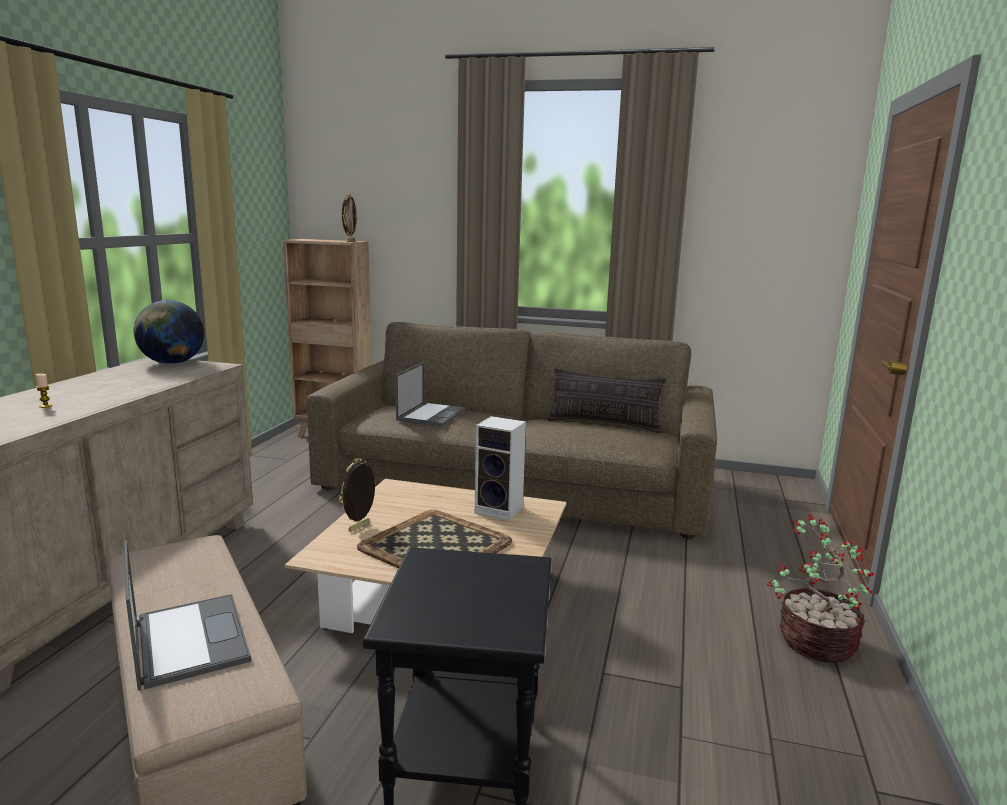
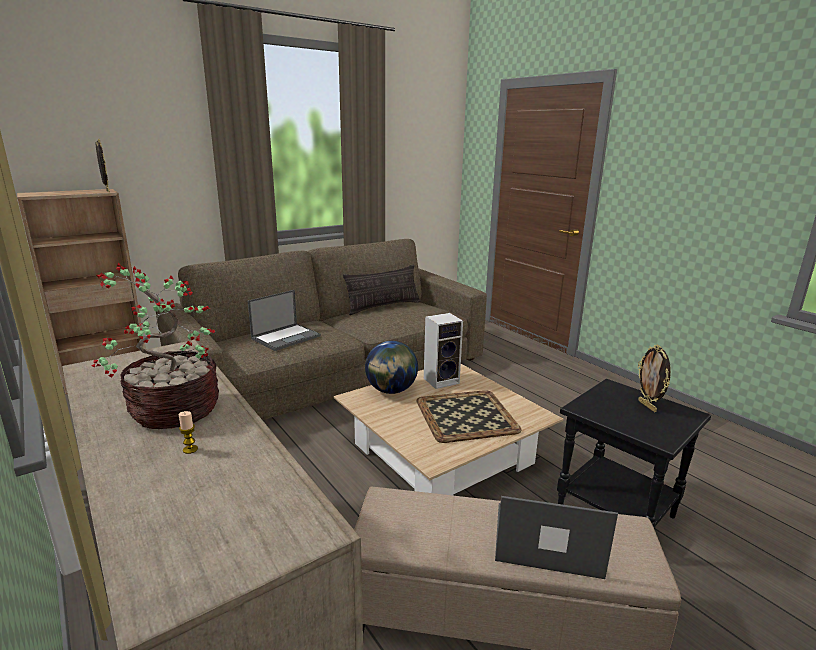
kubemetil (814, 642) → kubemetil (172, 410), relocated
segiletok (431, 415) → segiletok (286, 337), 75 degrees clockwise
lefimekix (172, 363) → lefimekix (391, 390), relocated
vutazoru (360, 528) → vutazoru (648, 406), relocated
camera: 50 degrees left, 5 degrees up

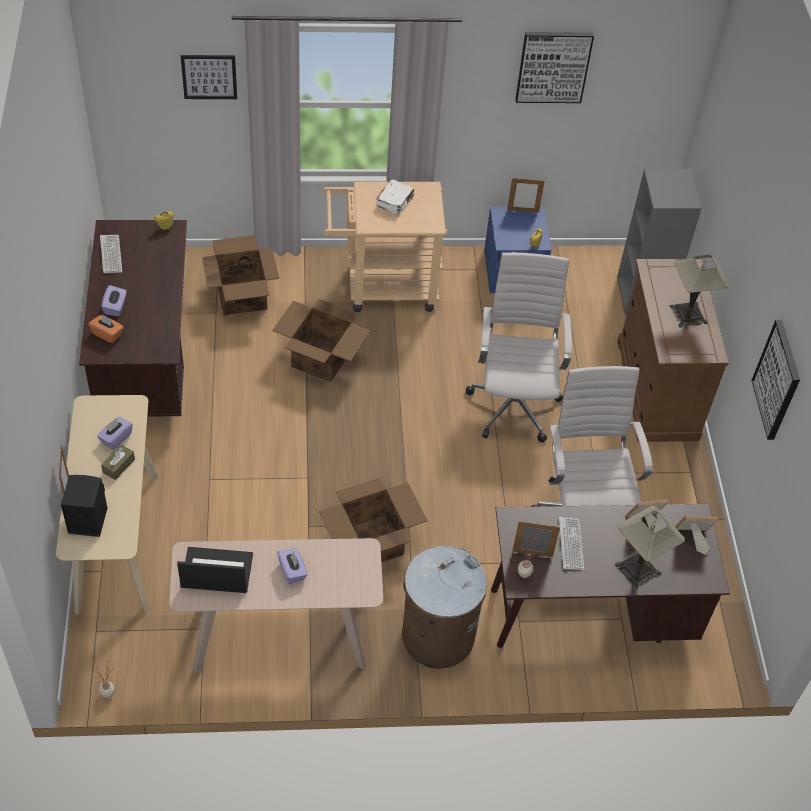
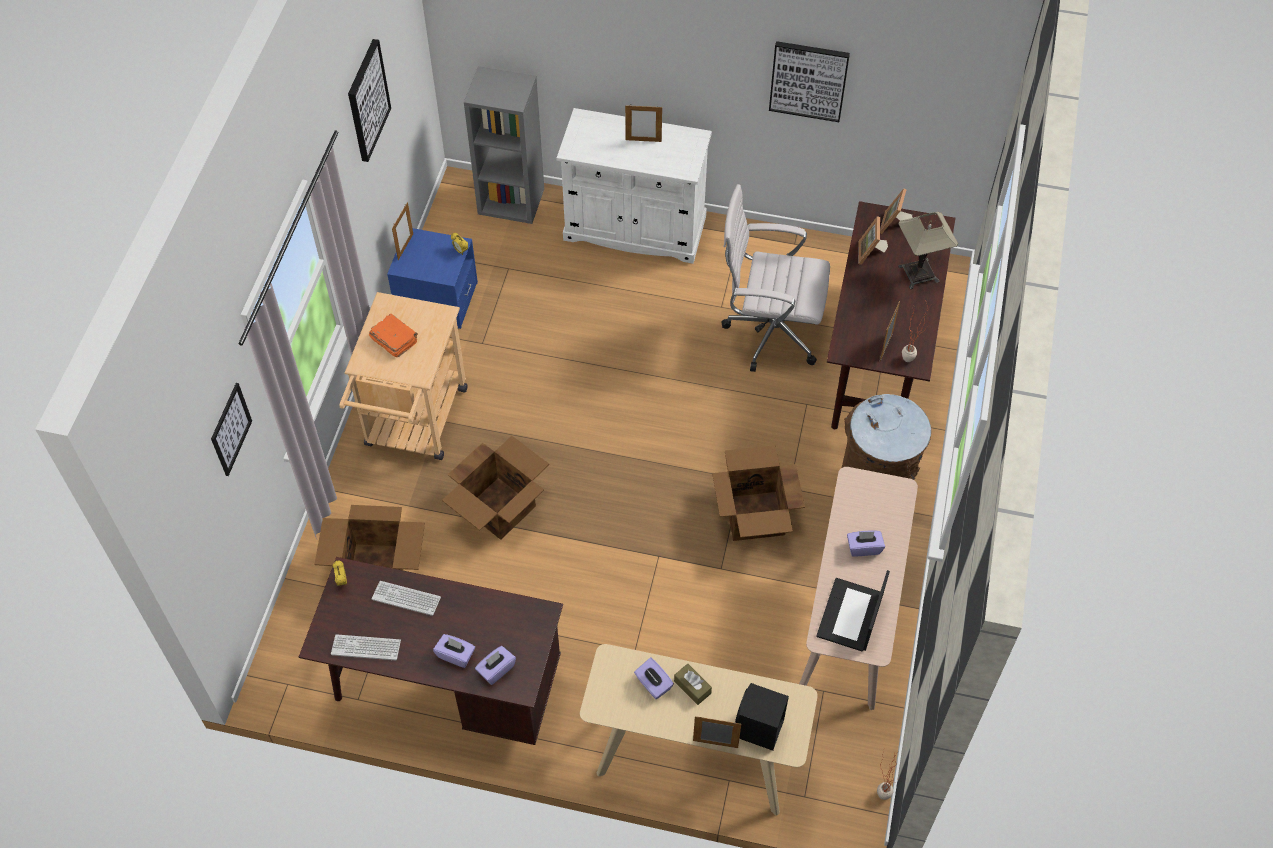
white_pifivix (395, 202) → orange_pifivix (394, 340)
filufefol (571, 544) → filufefol (406, 598), relocated
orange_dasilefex (107, 334) → purple_dasilefex (496, 670)
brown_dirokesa (656, 389) → white_dirokesa (634, 228)
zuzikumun (688, 314) → vutazoru (643, 140)
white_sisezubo (514, 403) → -
camera: 70 degrees left, 5 degrees up

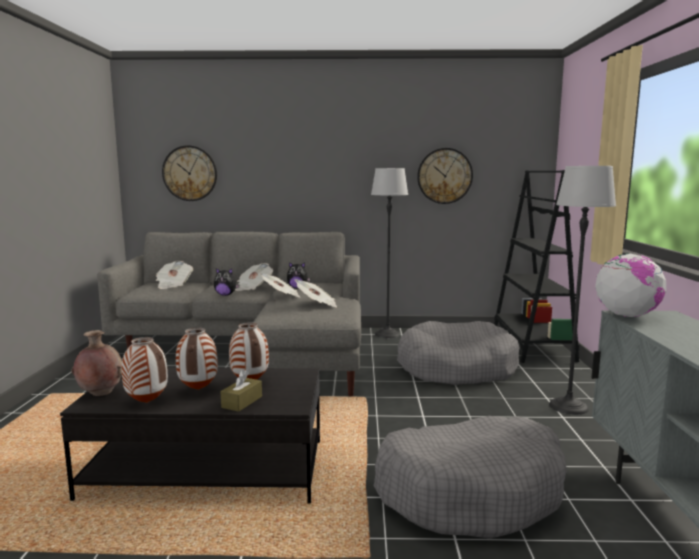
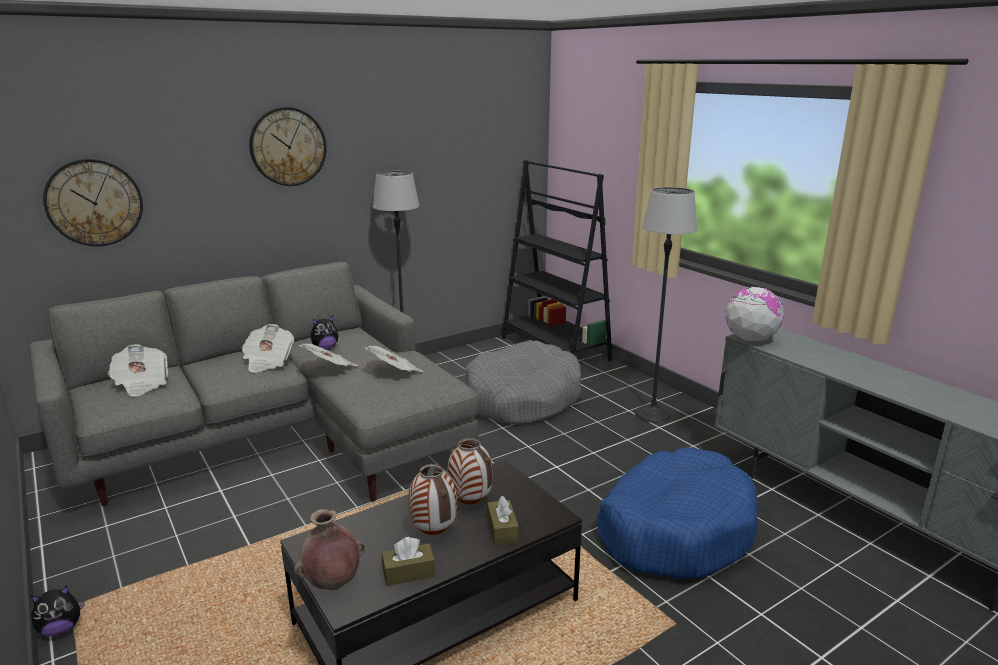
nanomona (226, 295) → nanomona (61, 629), relocated
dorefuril (444, 176) → dorefuril (288, 147), relocated
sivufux (146, 402) → brown_dasilefex (408, 573)
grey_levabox (470, 492) → blue_levabox (675, 529)
camera: 35 degrees left, 10 degrees up

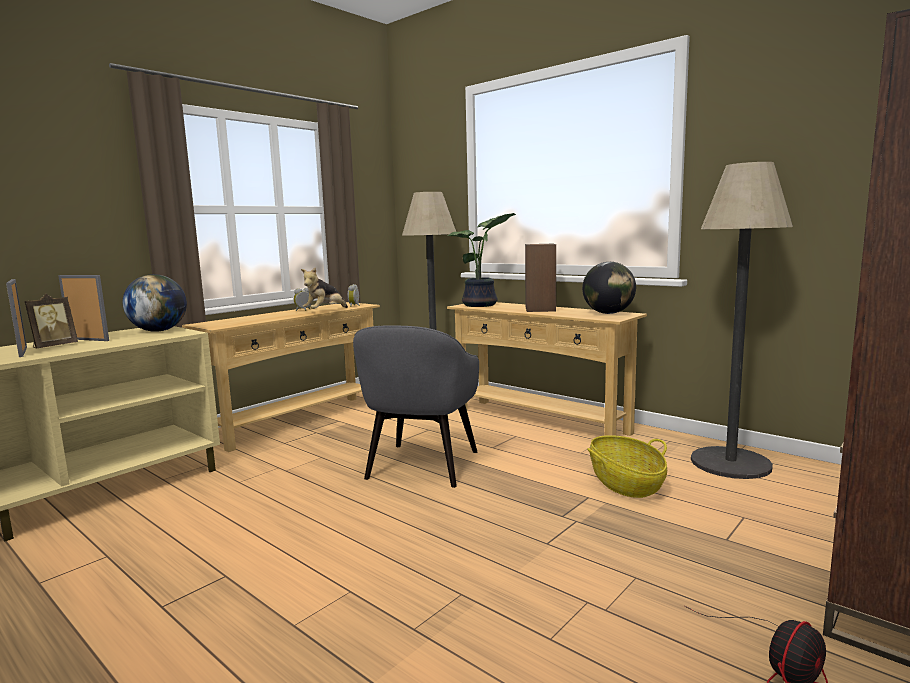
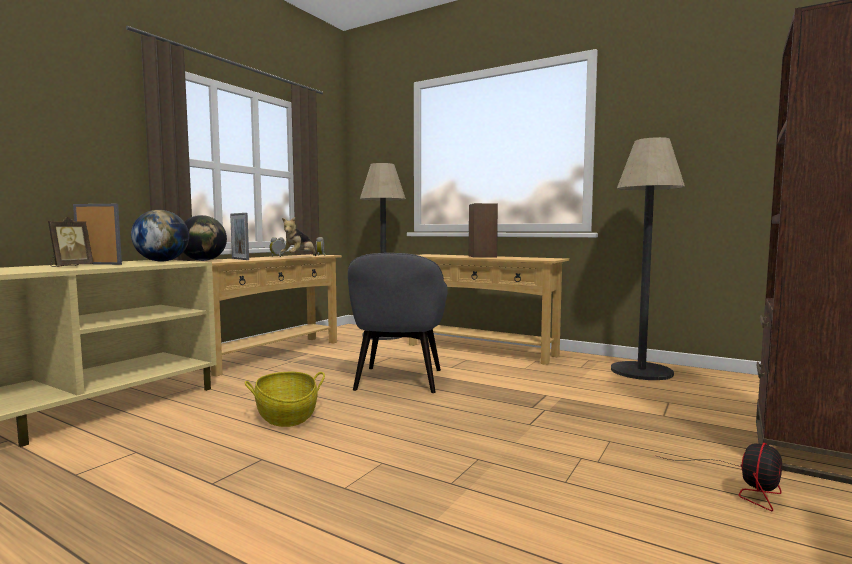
lefimekix (608, 313) → lefimekix (203, 260), relocated
vutazoru (23, 352) → vutazoru (240, 259), relocated
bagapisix (625, 483) → bagapisix (286, 415), relocated
kubemetil (482, 305) → -
camera: 10 degrees left, 5 degrees down

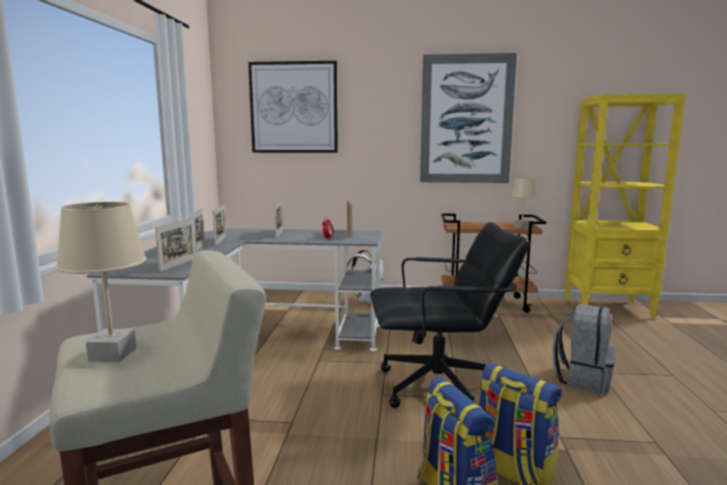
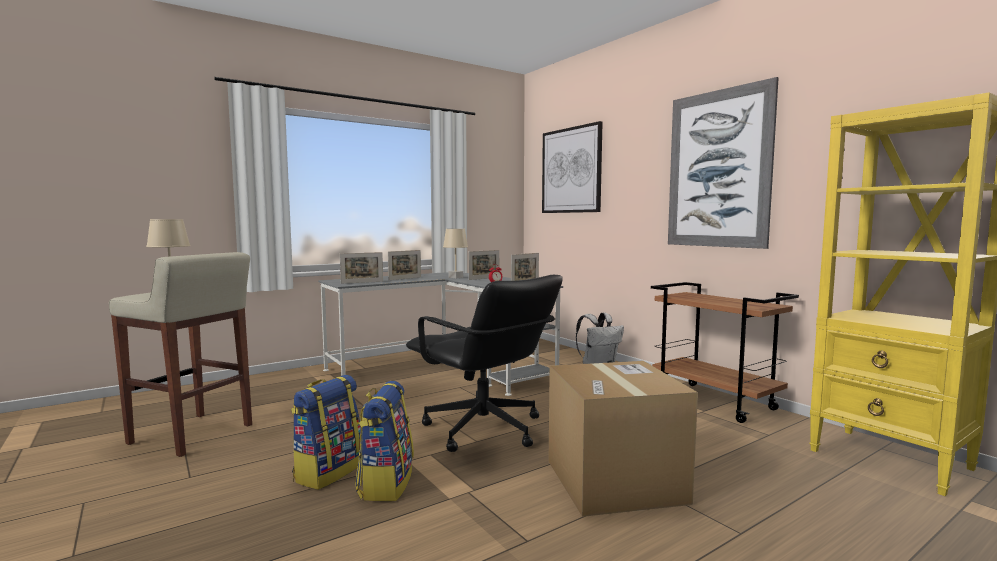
beige_zuzikumun (521, 227) → beige_zuzikumun (456, 277), relocated
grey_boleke (582, 379) → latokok (614, 481)
vutazoru (220, 241) → -
camera: 50 degrees right, 5 degrees down

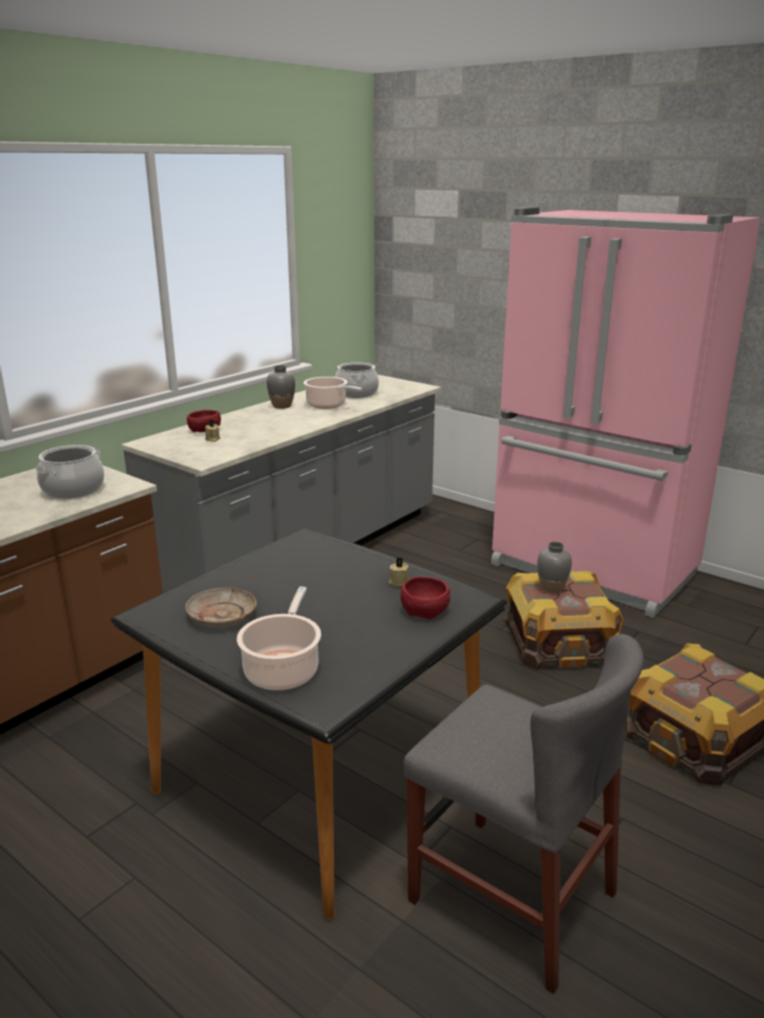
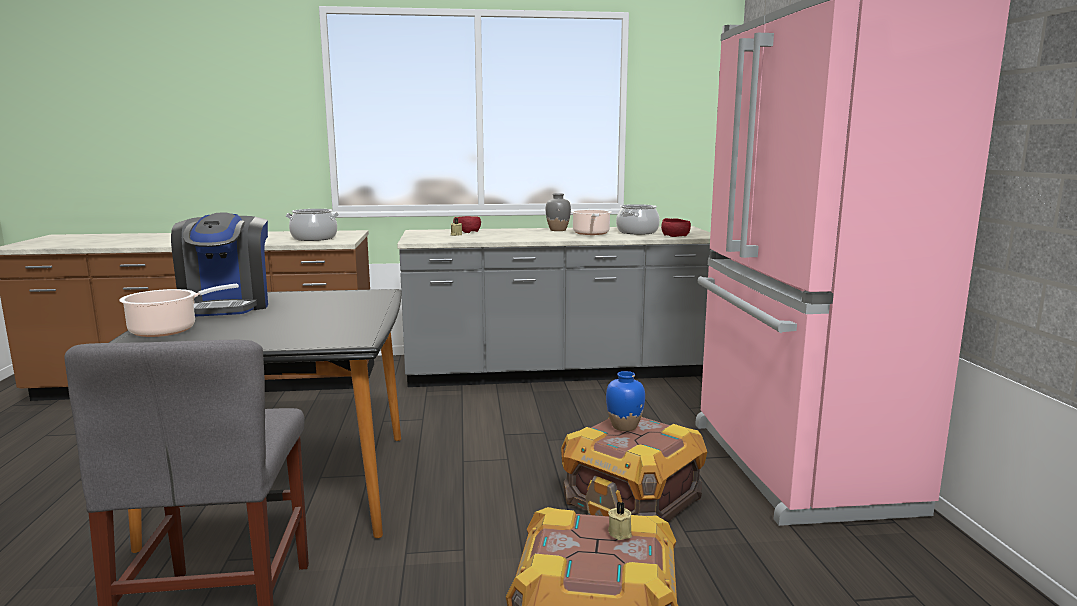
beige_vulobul (221, 616) → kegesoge (227, 305)
grey_sivufux (551, 587) → blue_sivufux (624, 426)
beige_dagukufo (399, 582) → beige_dagukufo (620, 532), relocated
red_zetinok (426, 610) → red_zetinok (676, 236), relocated
camera: 45 degrees right, 10 degrees down

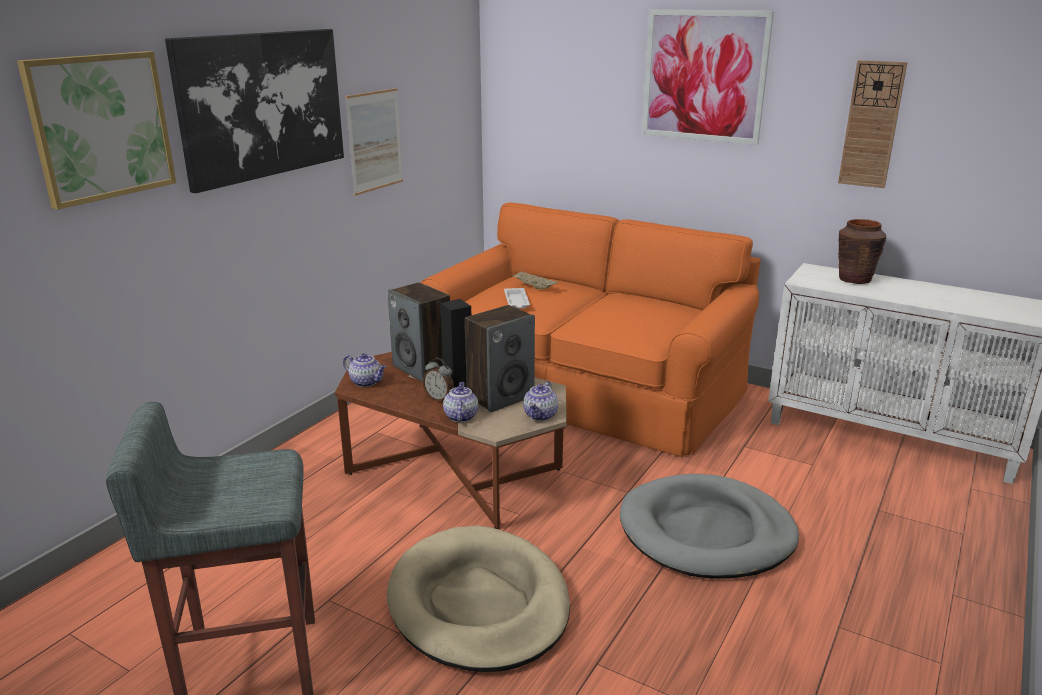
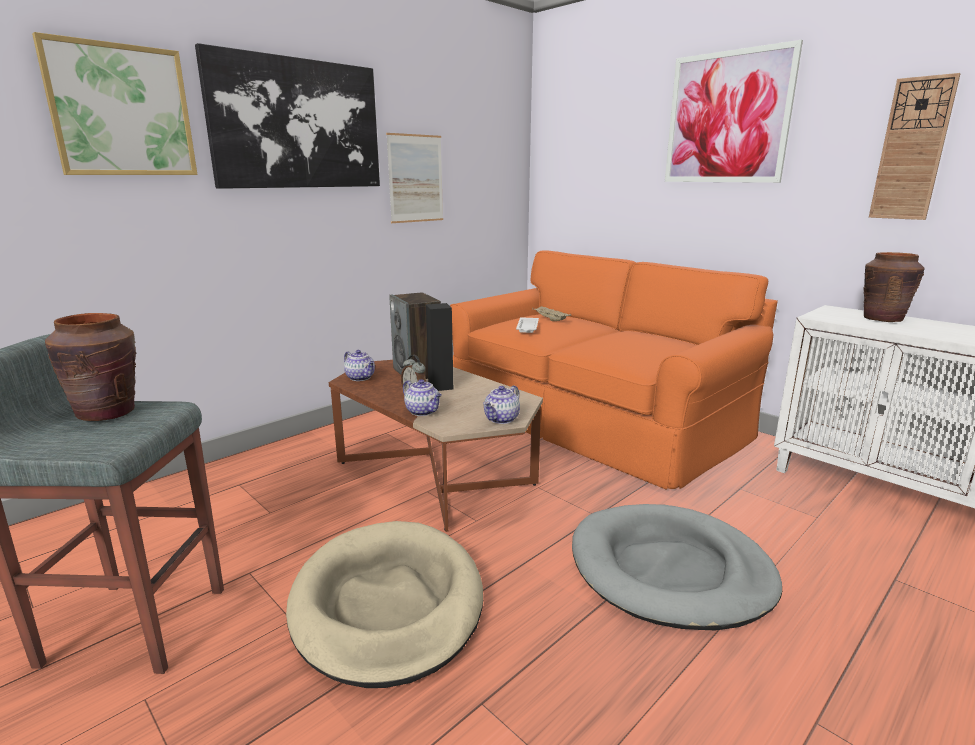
- → brown_sivufux (107, 412)
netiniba (460, 416) → netiniba (423, 411), 120 degrees clockwise
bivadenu (500, 396) → -
camera: 15 degrees right, 5 degrees down

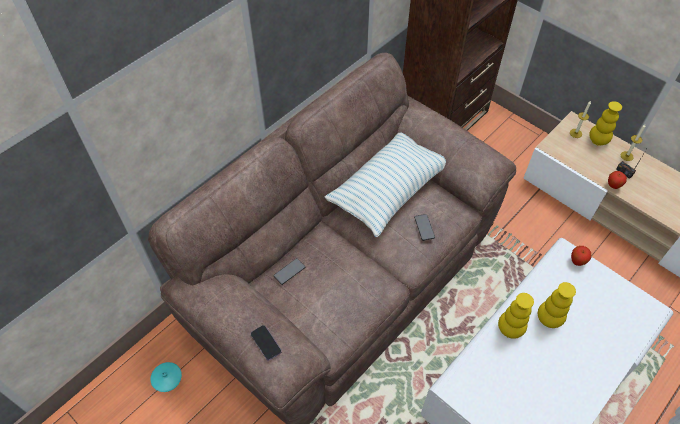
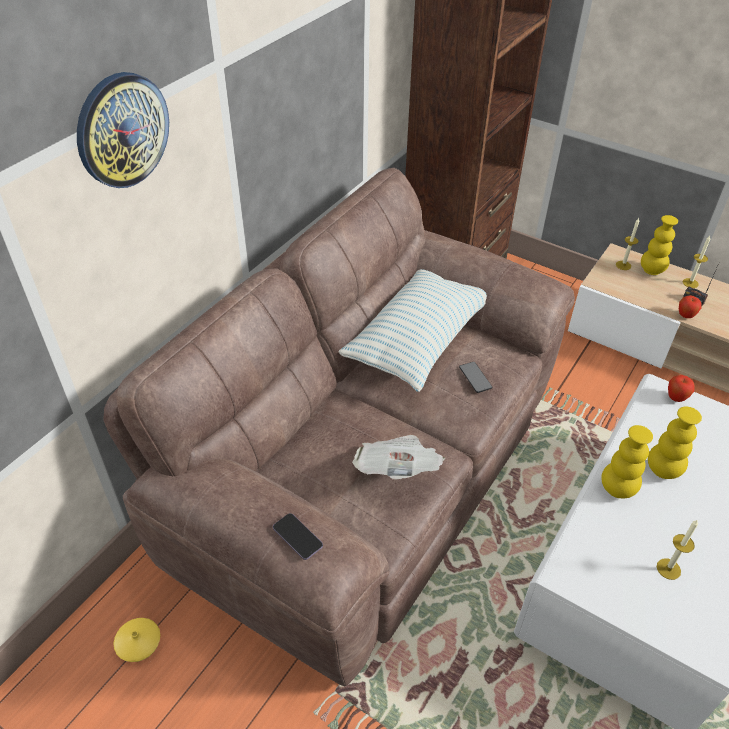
- → dorefuril (122, 130)
turquoise_sivufux (167, 379) → yellow_sivufux (138, 643)
- → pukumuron (397, 471)
- → dagukufo (668, 569)
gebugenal (289, 271) → -
camera: 10 degrees left, 10 degrees down

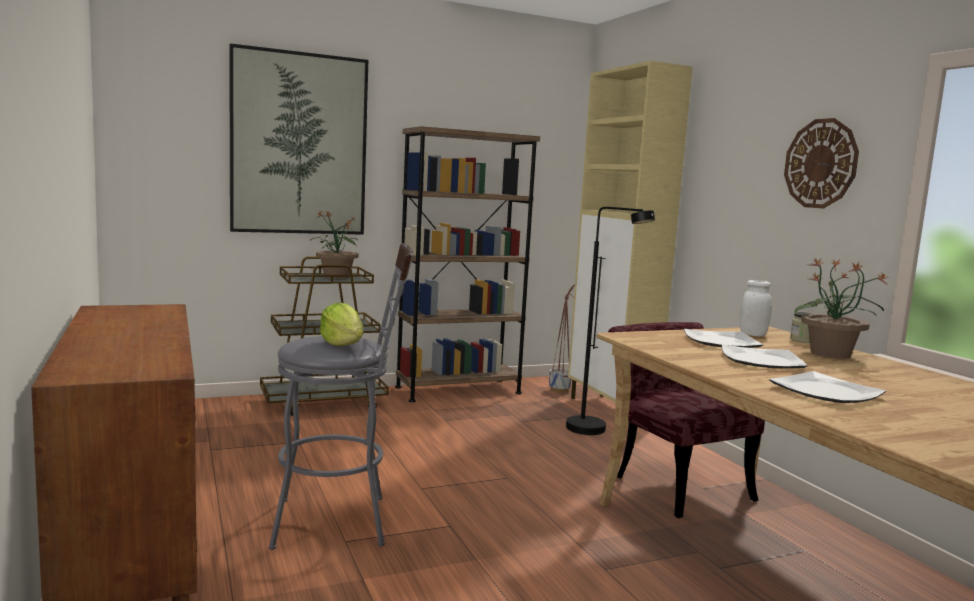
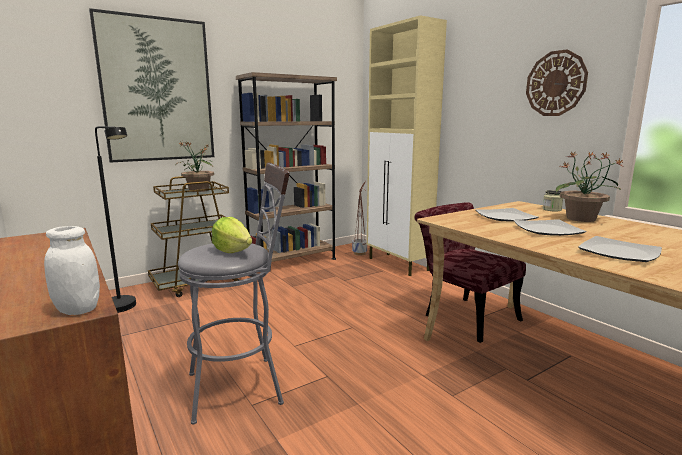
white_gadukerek (752, 334) → white_gadukerek (78, 310), relocated
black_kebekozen (595, 431) → black_kebekozen (124, 308), relocated
camera: 10 degrees left, 5 degrees up

